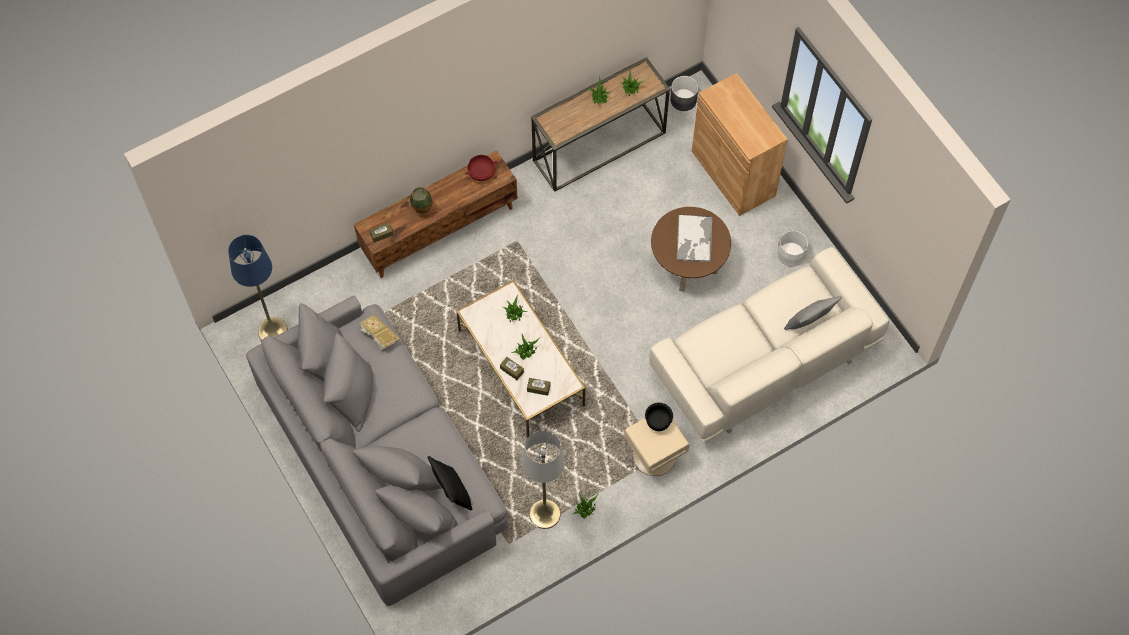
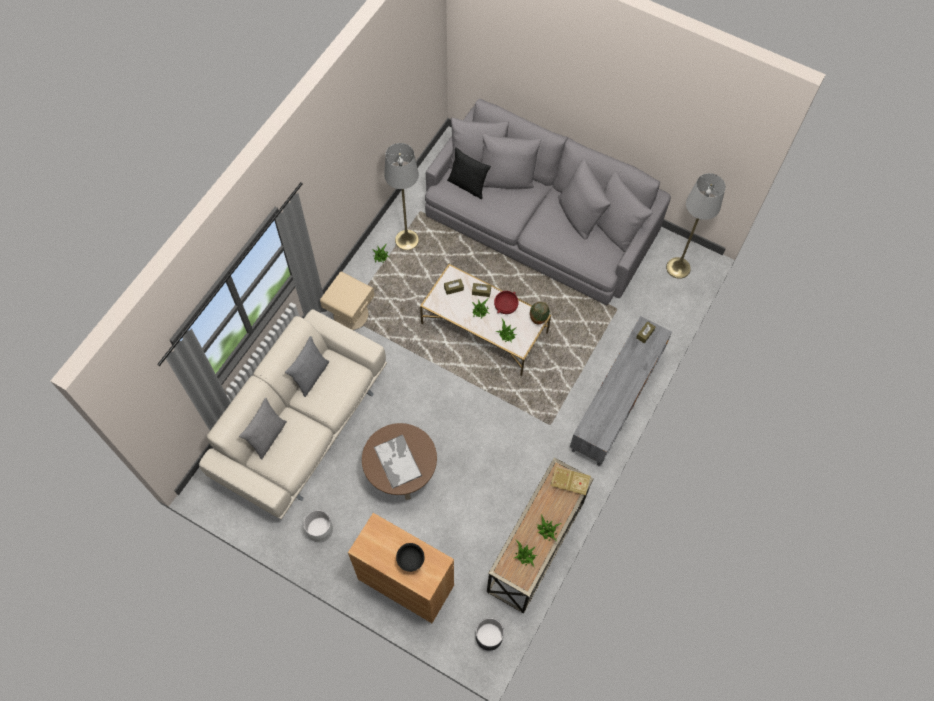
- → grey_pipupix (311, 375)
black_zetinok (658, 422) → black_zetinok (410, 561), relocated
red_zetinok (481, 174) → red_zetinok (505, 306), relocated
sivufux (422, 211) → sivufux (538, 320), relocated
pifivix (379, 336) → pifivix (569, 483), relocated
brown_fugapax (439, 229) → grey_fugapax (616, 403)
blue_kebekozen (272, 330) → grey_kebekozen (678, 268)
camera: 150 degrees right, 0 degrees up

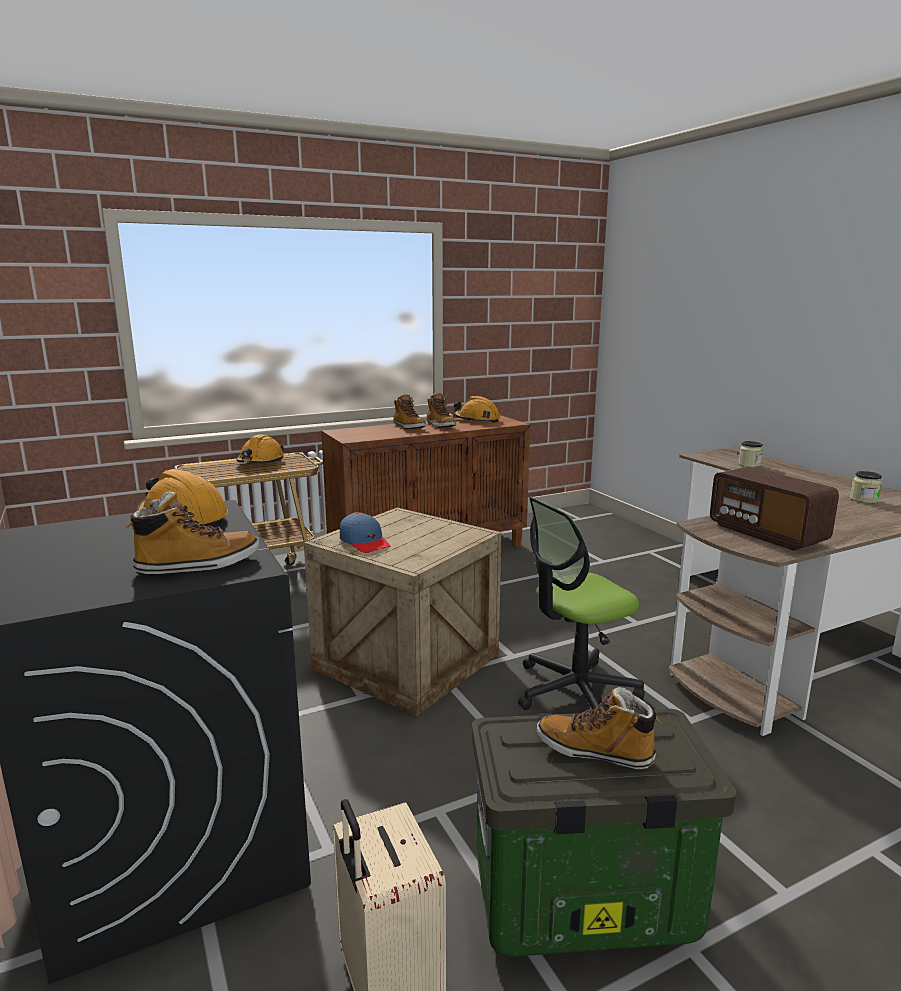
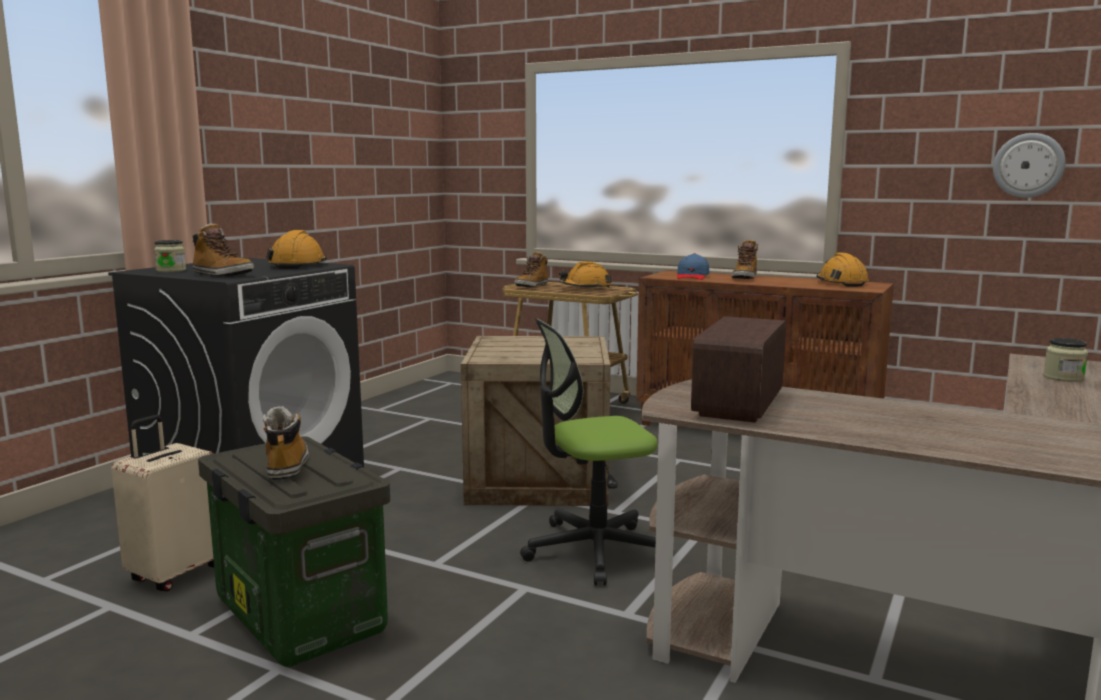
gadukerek (864, 499) → gadukerek (171, 270), relocated
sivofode (440, 425) → sivofode (531, 286), relocated
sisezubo (575, 692) → sisezubo (594, 550), 45 degrees counterclockwise
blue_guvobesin (364, 542) → blue_guvobesin (692, 276), relocated
- → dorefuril (1028, 165)
camera: 55 degrees right, 5 degrees down

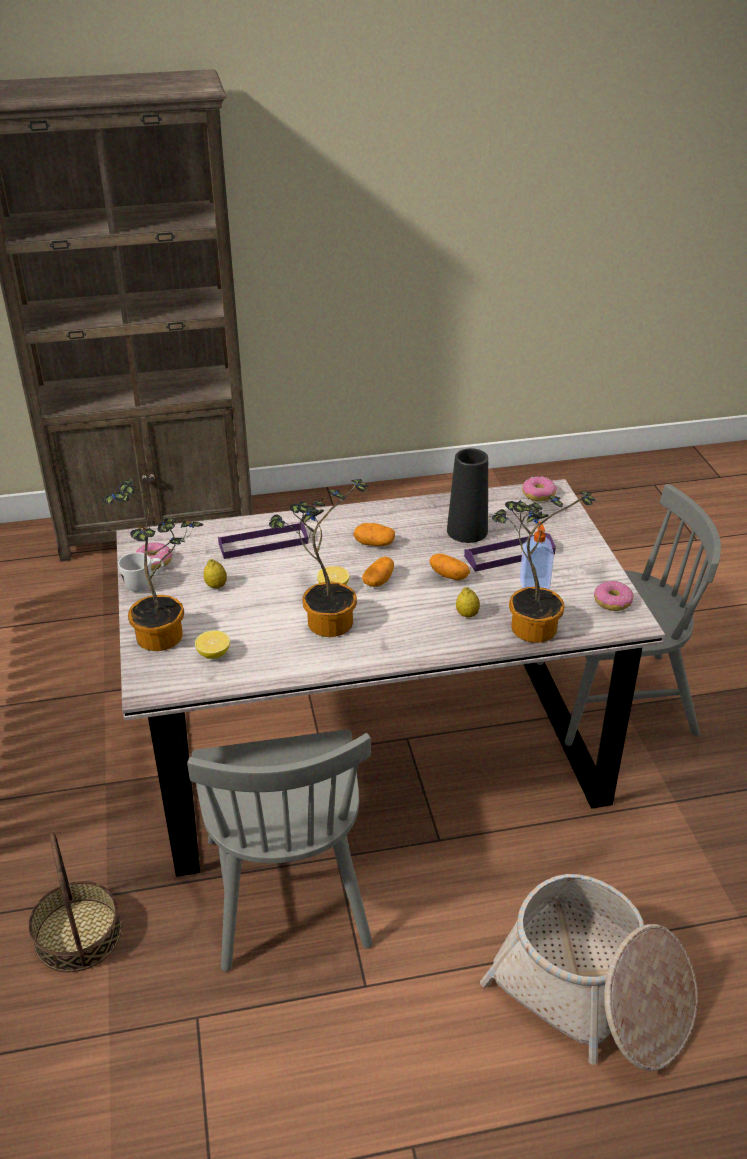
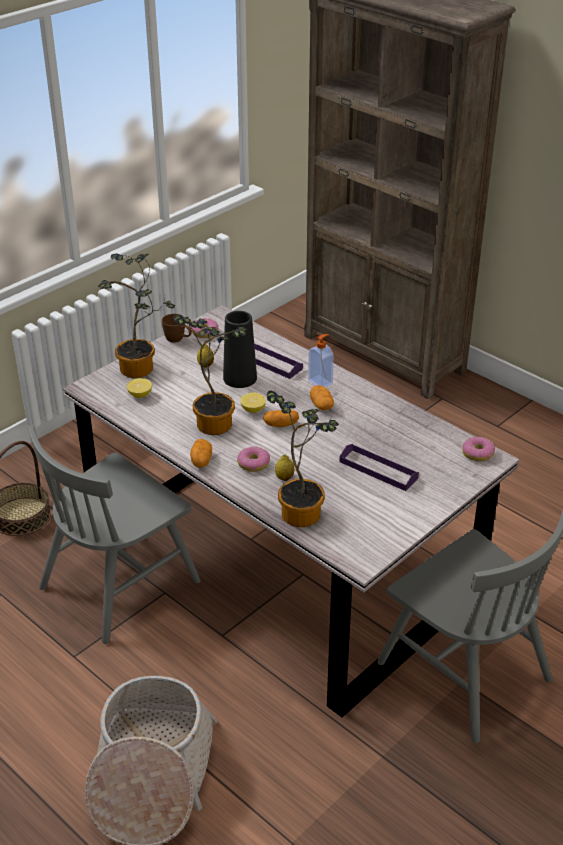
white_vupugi (144, 585) → brown_vupugi (178, 340)
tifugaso (449, 575) → tifugaso (201, 460), relocated
black_sivufux (467, 531) → black_sivufux (240, 378), relocated
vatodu (612, 602) → vatodu (253, 464), relocated
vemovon (534, 584) → vemovon (321, 382), relocated
camera: 55 degrees right, 0 degrees up

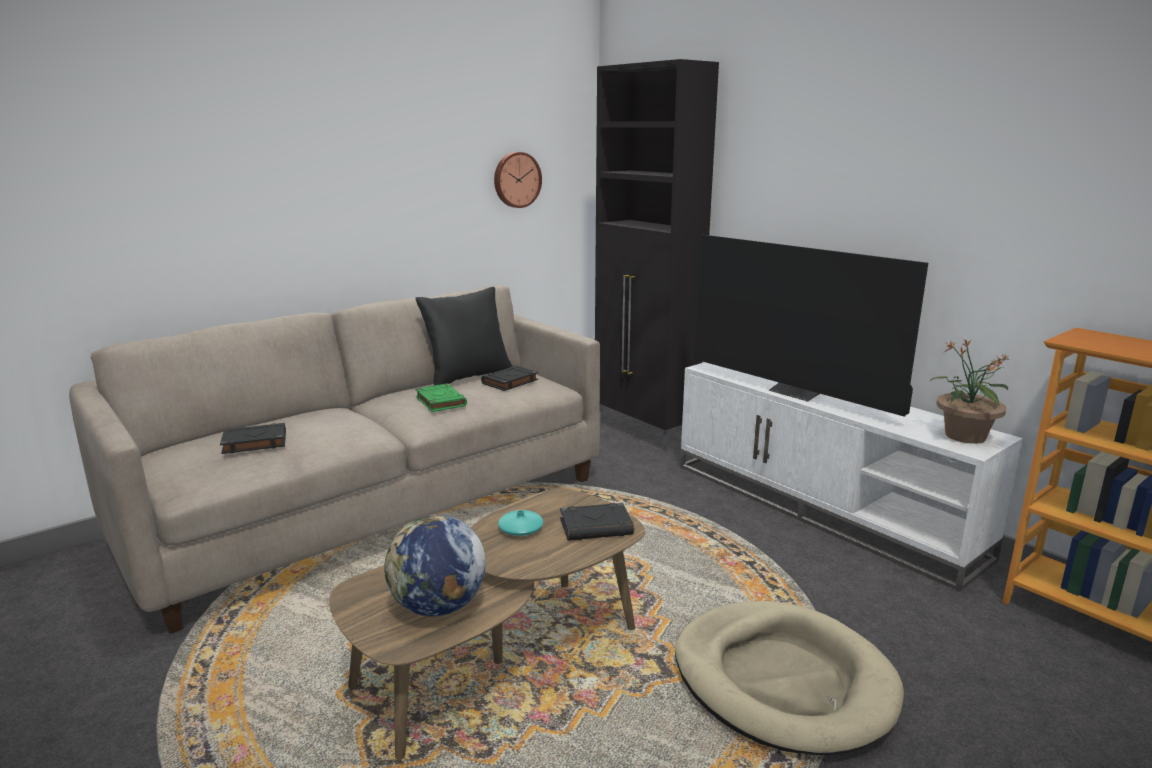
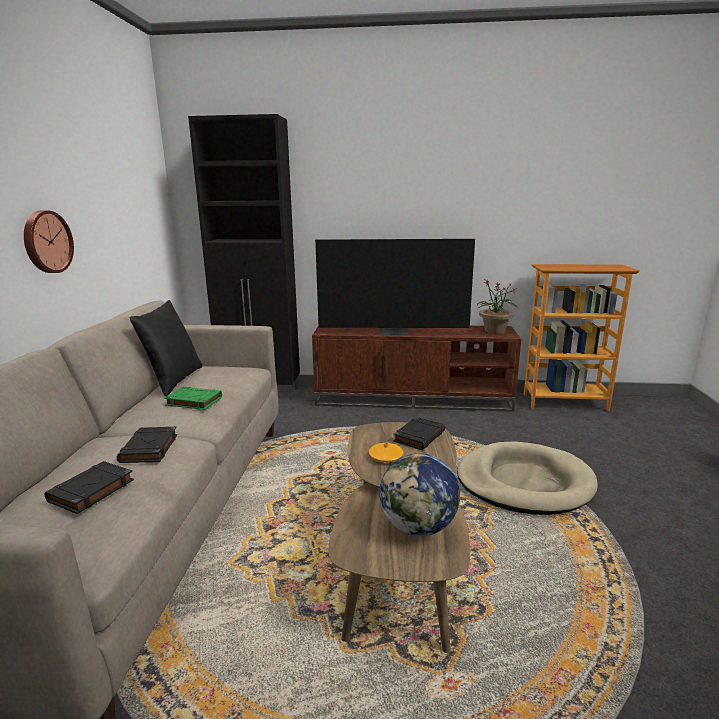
dorefuril (516, 180) → dorefuril (46, 242), relocated
black_pifivix (509, 382) → black_pifivix (149, 449), relocated
white_fugapax (822, 508) → brown_fugapax (413, 399)
turquoise_sivufux (520, 529) → orange_sivufux (386, 457)
camera: 45 degrees left, 0 degrees up

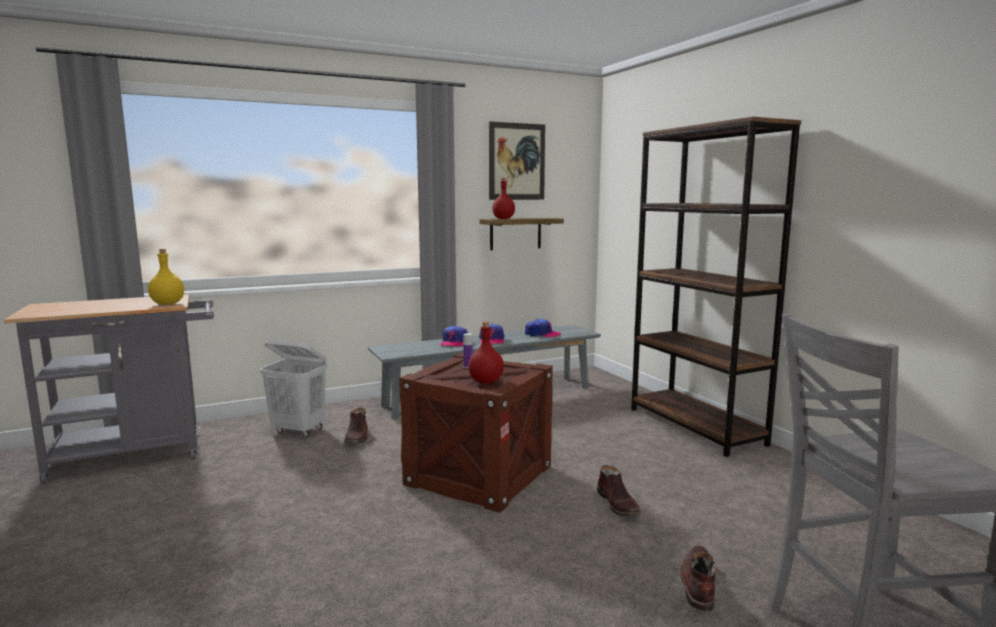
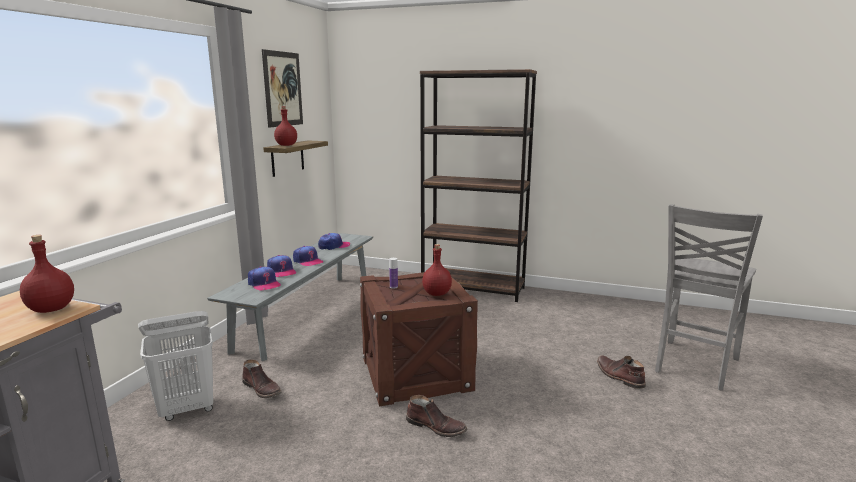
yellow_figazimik (168, 303) → red_figazimik (52, 309)
- → guvobesin (264, 284)
brown_sivofode (619, 505) → brown_sivofode (436, 426), relocated
camera: 45 degrees left, 5 degrees up

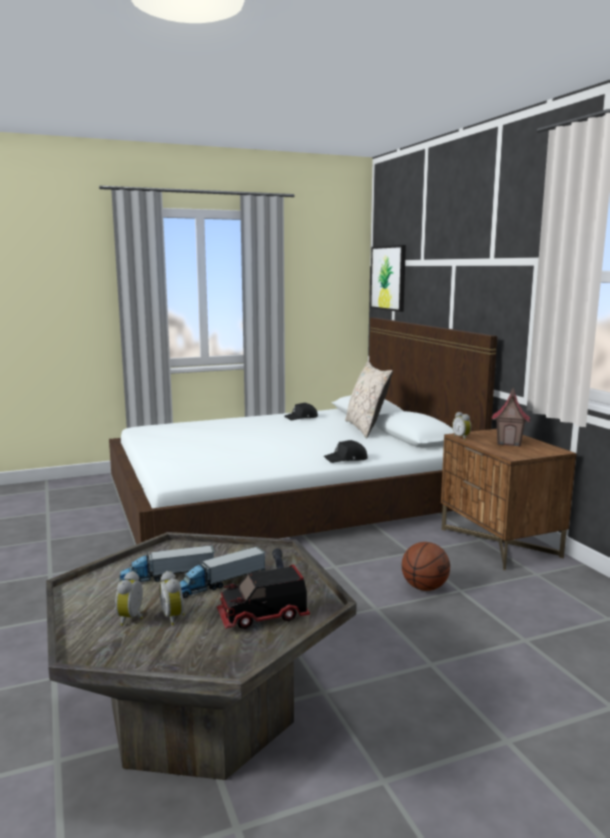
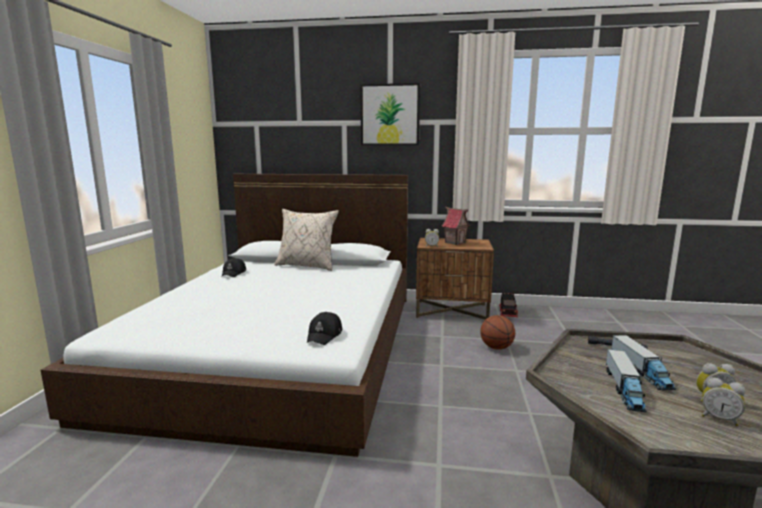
black_guvobesin (346, 459) → black_guvobesin (325, 335), relocated
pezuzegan (388, 278) → pezuzegan (390, 115), relocated
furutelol (263, 616) → furutelol (508, 313), relocated
camera: 60 degrees left, 0 degrees up

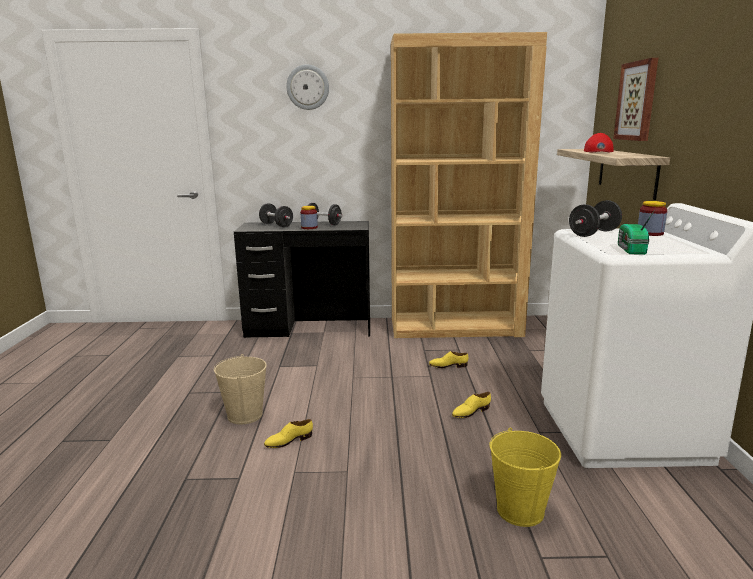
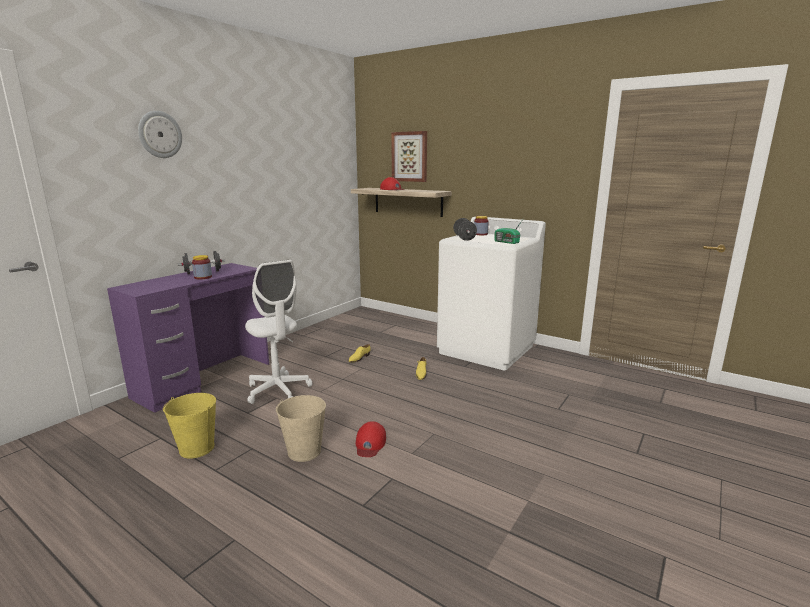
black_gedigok (309, 328) → purple_gedigok (204, 379)
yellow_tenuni (520, 510) → yellow_tenuni (197, 448), relocated
- → white_sisezubo (278, 390)
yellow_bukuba (288, 441) → red_guvobesin (370, 443)
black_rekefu (276, 225) → -
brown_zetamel (456, 327) → -
camera: 55 degrees left, 0 degrees up

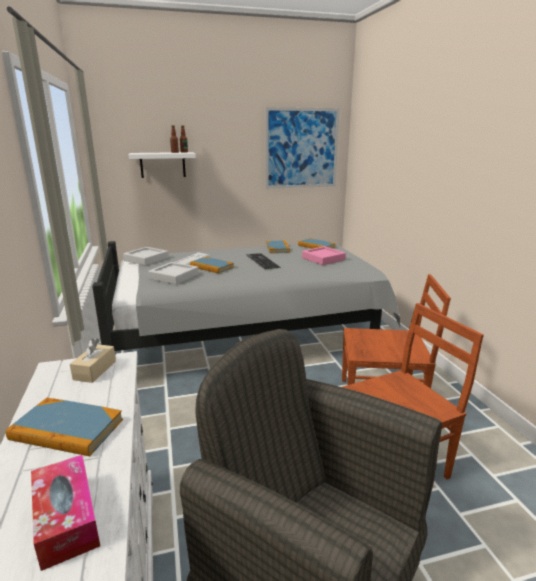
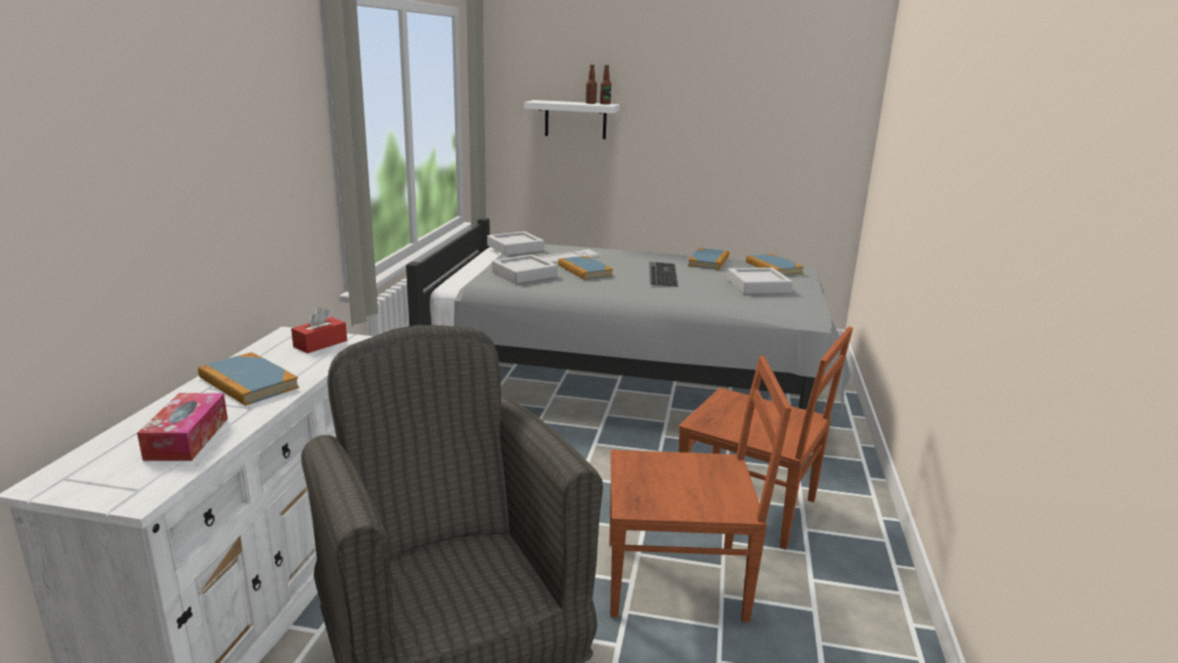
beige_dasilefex (95, 370) → red_dasilefex (320, 344)
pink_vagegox (323, 259) → grey_vagegox (758, 286)
pezuzegan (301, 148) → -
camera: 25 degrees right, 0 degrees up

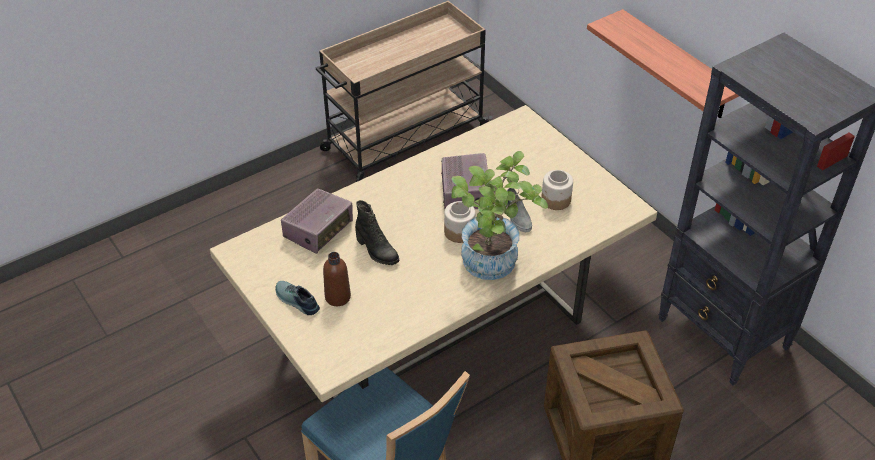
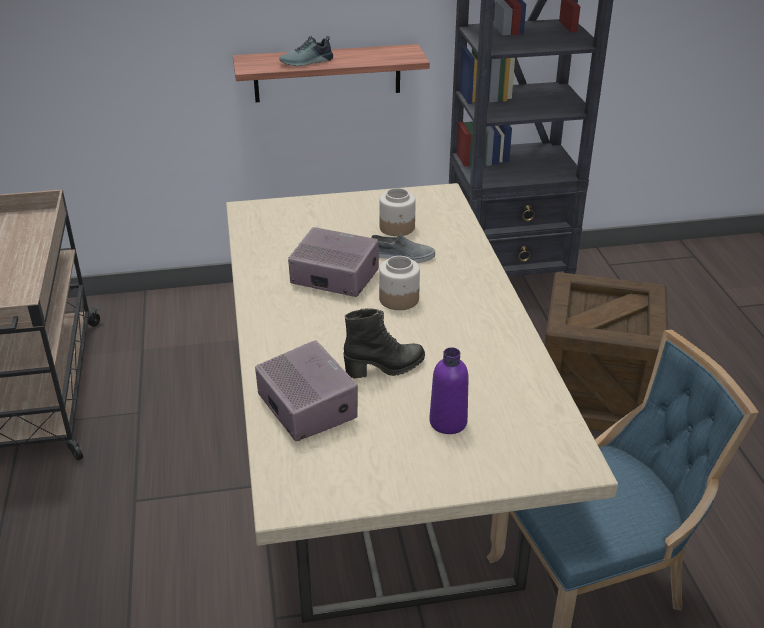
bukuba (296, 301) → bukuba (307, 62), relocated
brown_figazimik (337, 297) → purple_figazimik (448, 422)
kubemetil (492, 266) → -
camera: 65 degrees left, 10 degrees down

